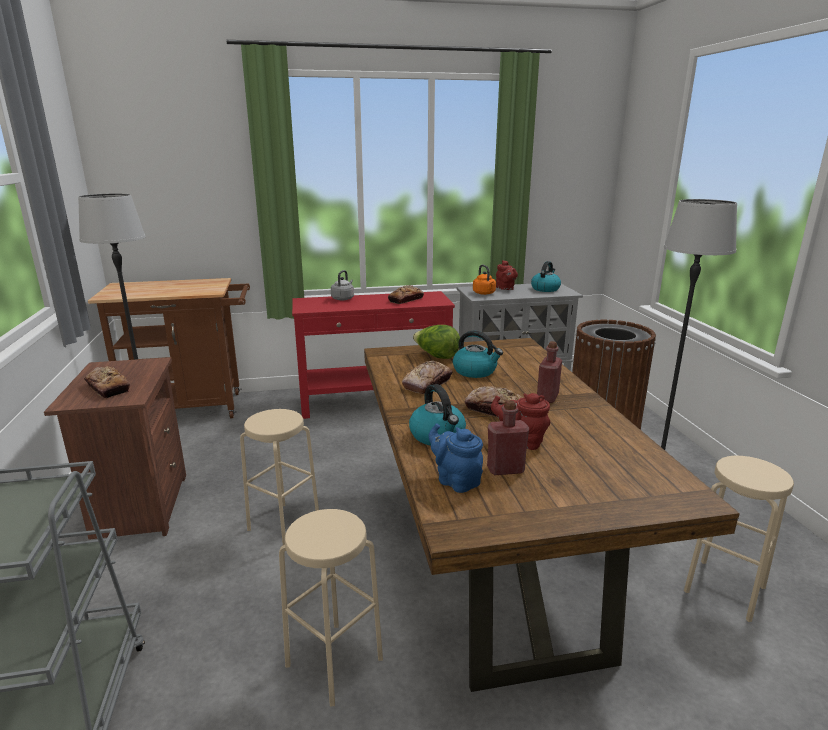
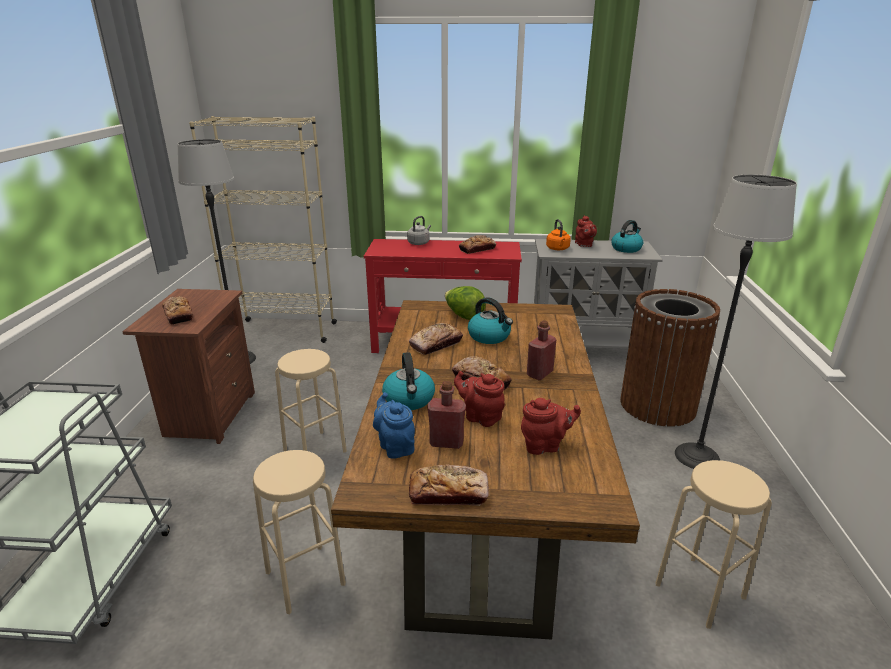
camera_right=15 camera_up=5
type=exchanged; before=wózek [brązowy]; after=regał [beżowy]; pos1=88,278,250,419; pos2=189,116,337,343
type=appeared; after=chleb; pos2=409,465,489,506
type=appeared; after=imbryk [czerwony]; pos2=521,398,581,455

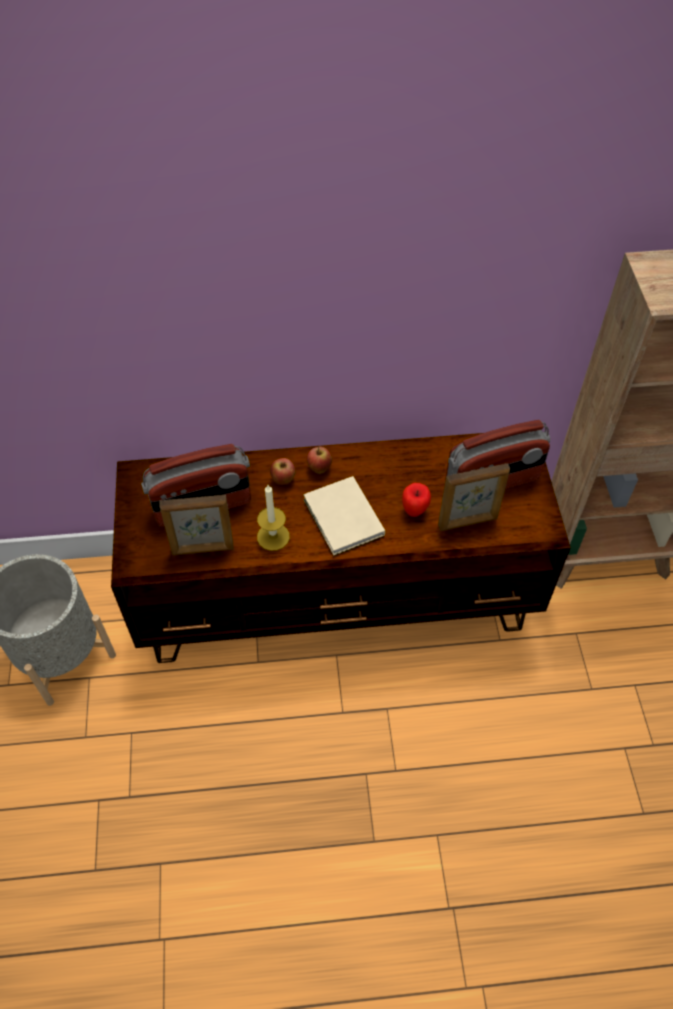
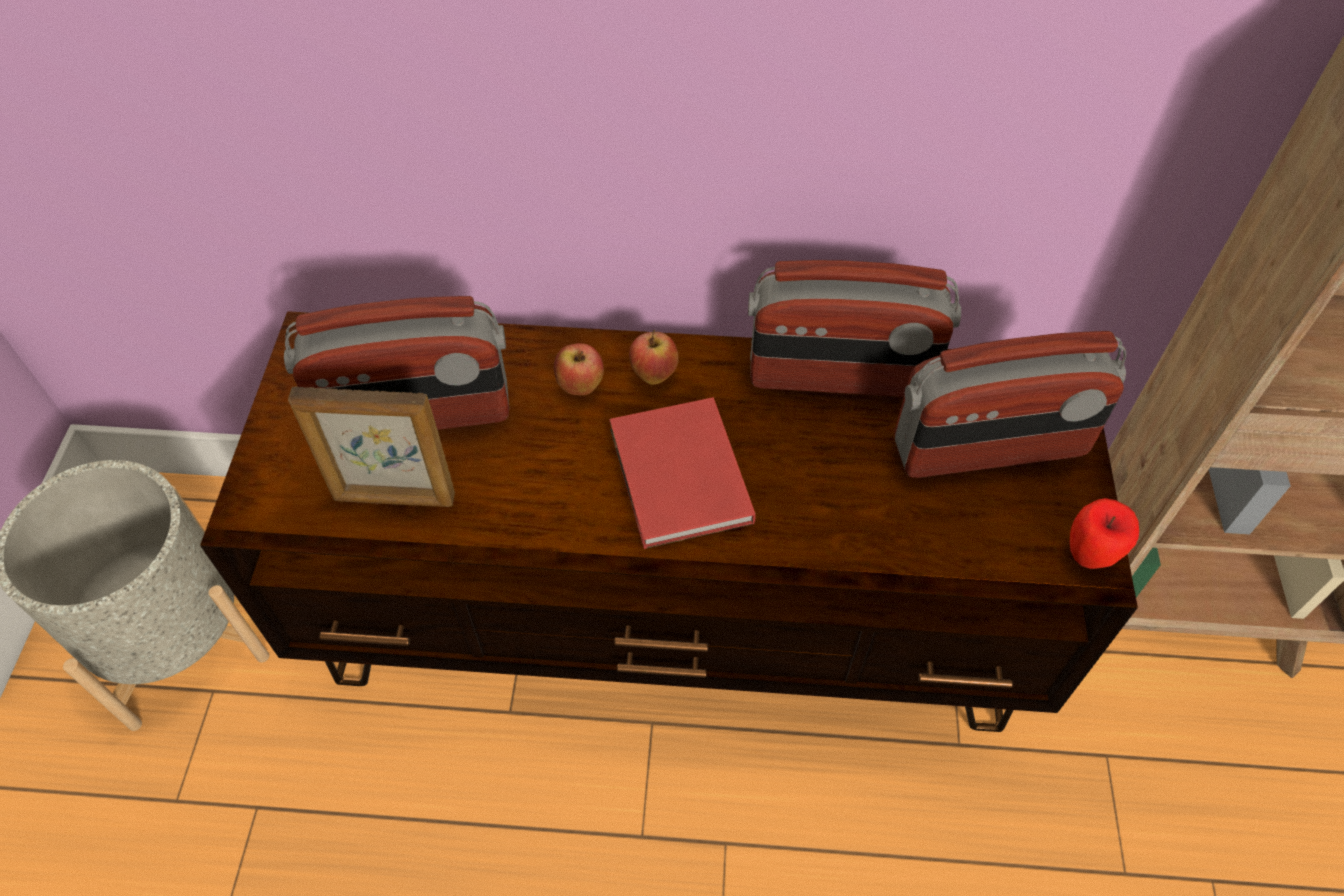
camera_right=10 camera_up=0
type=missing; before=świeca; pos1=257,485,290,551
type=colour; before=książka [beżowy]; after=książka [czerwony]; pos1=303,476,385,555; pos2=609,397,756,549
type=relocated; before=jabłko; pos1=402,483,431,517; pos2=1070,498,1139,569
type=missing; before=ramka na zdjęcie; pos1=438,463,510,531
type=appeared; after=radio; pos2=748,260,961,397

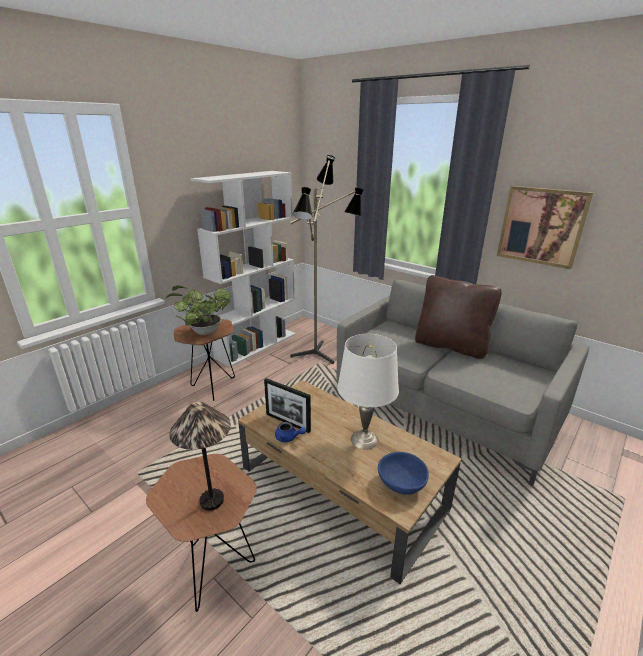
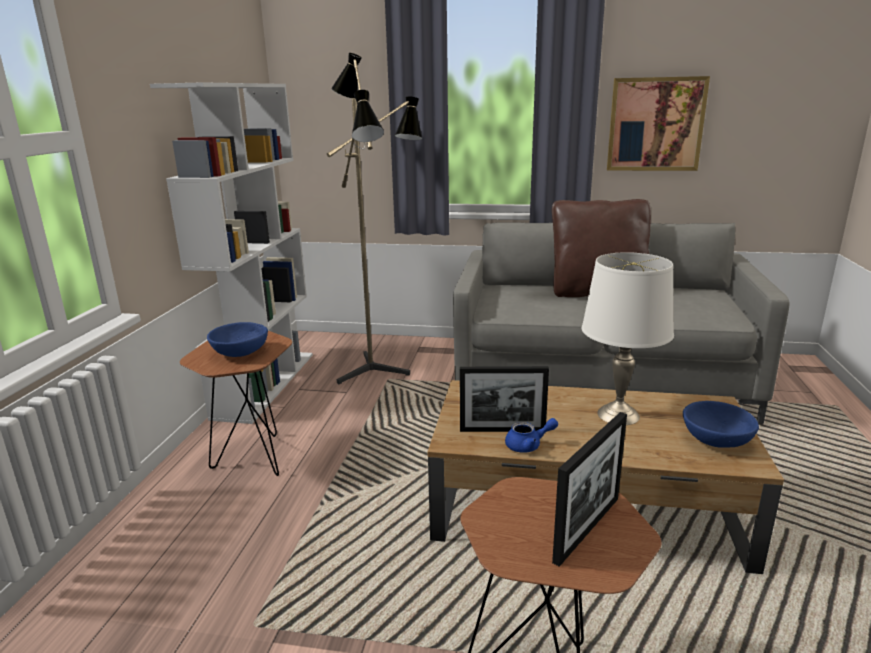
camera_right=-30 camera_up=-5
type=exchanged; before=roślina doniczkowa; after=miska [niebieski]; pos1=166,285,231,335; pos2=207,322,268,357
type=exchanged; before=lampa stołowa; after=ramka na zdjęcie; pos1=169,402,231,511; pos2=552,412,627,567

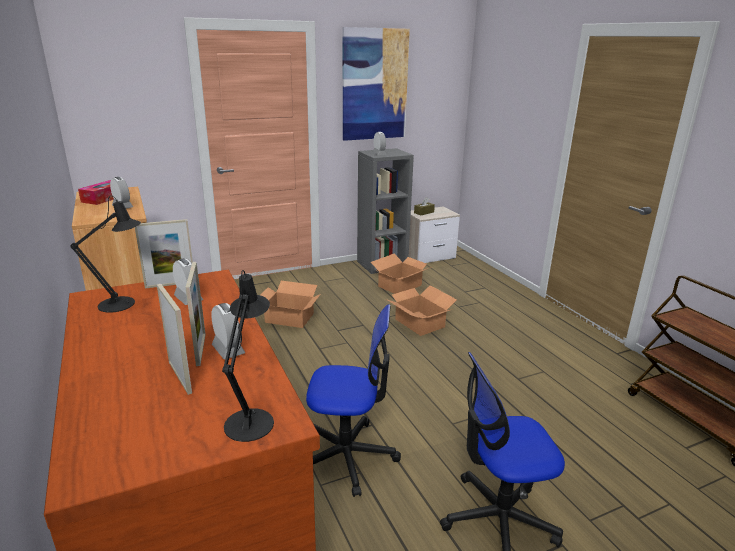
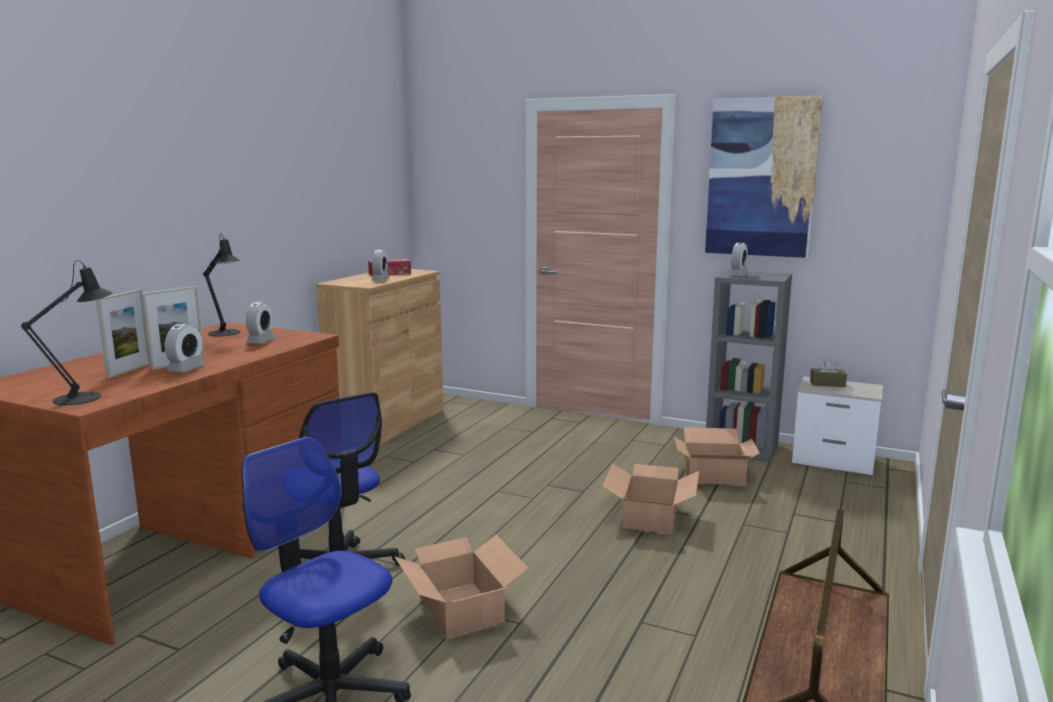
camera_right=50 camera_up=-10
type=missing; before=ramka na zdjęcie; pos1=135,219,193,288
type=relocated; before=karton; pos1=261,281,321,328; pos2=394,535,528,638

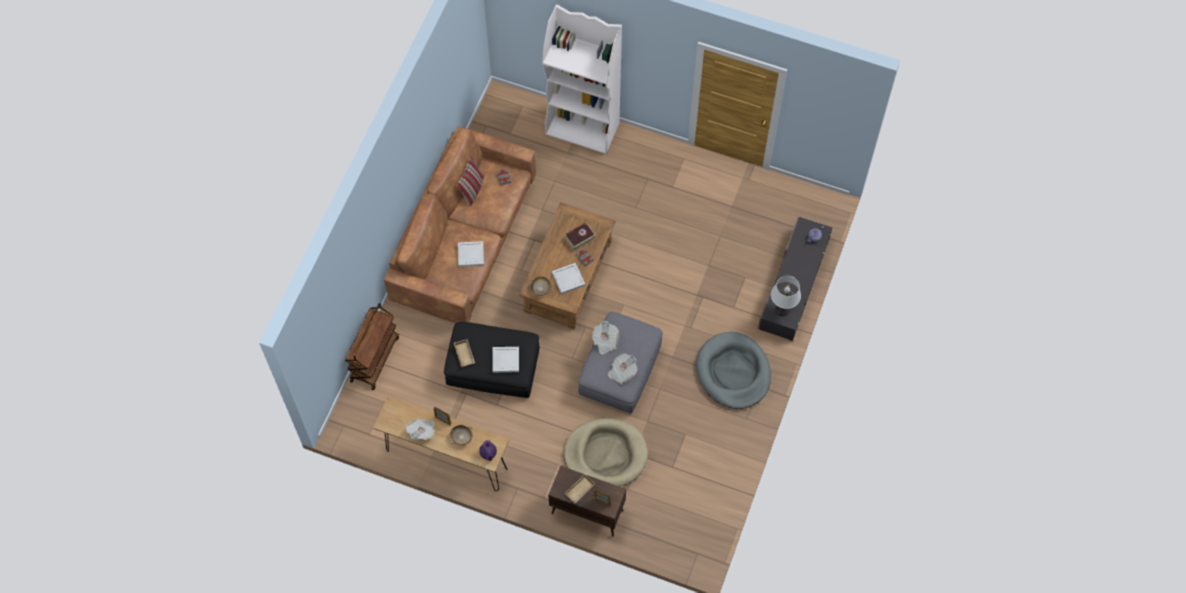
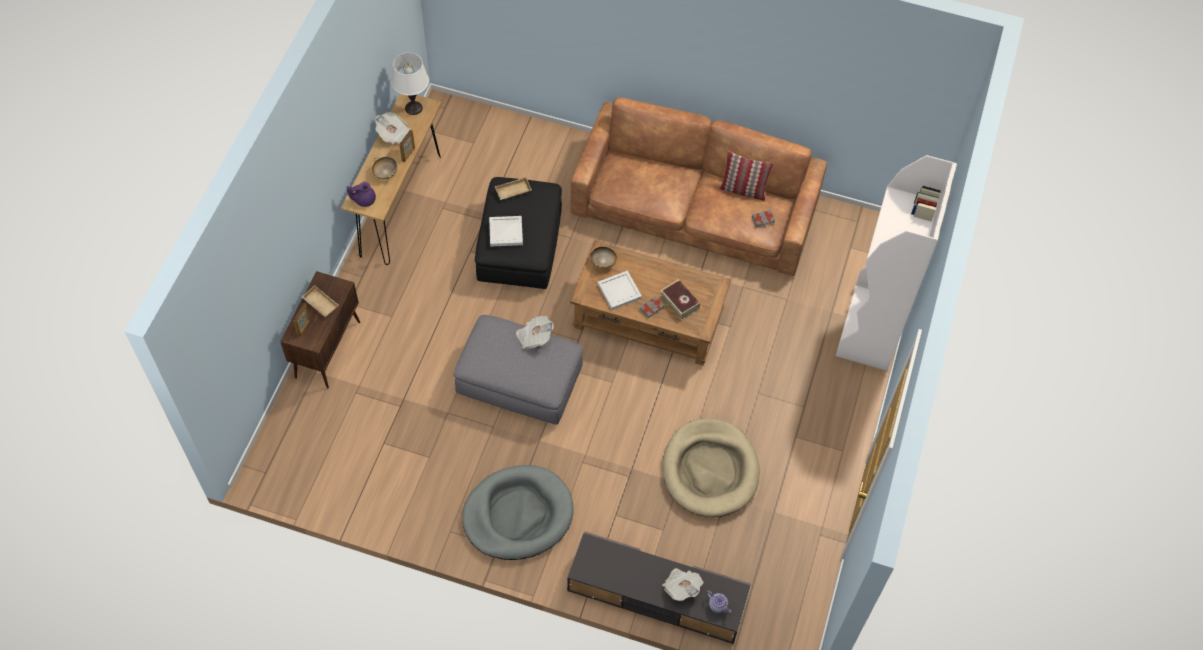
camera_right=85 camera_up=-5
type=missing; before=wózek [brązowy]; pos1=345,303,399,390
type=missing; before=taca [biały]; pos1=458,241,484,267
type=relocated; before=legowisko [beżowy]; pos1=564,418,648,487; pos2=663,418,760,517
type=relocated; before=gazeta; pos1=608,353,637,384; pos2=662,568,703,601
type=relocated; before=lampa stołowa [biały]; pos1=771,276,801,316; pos2=391,53,429,115

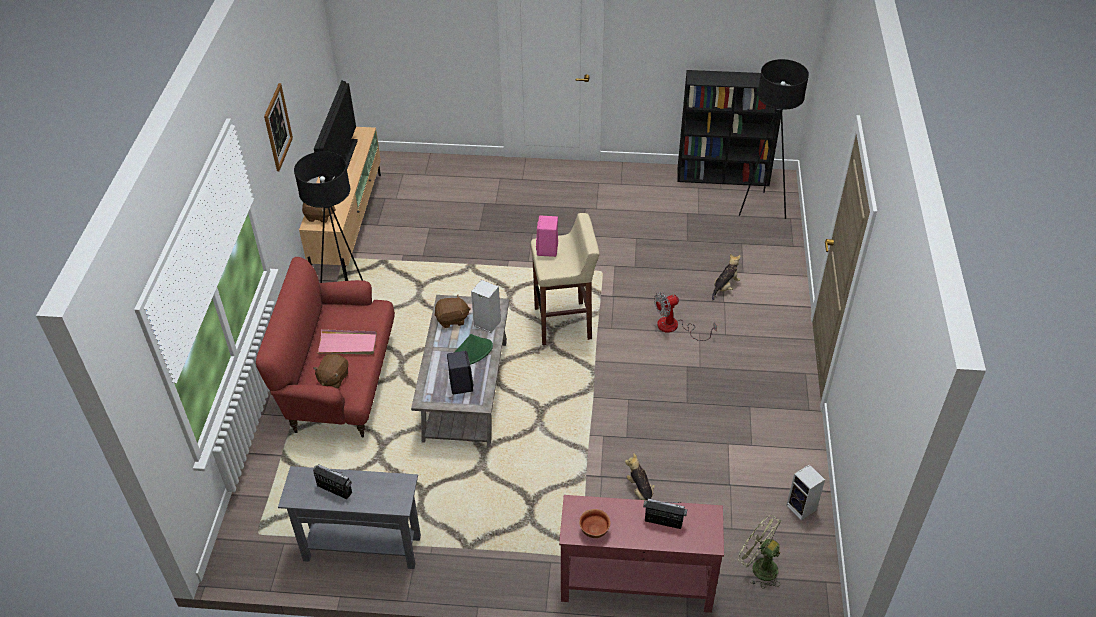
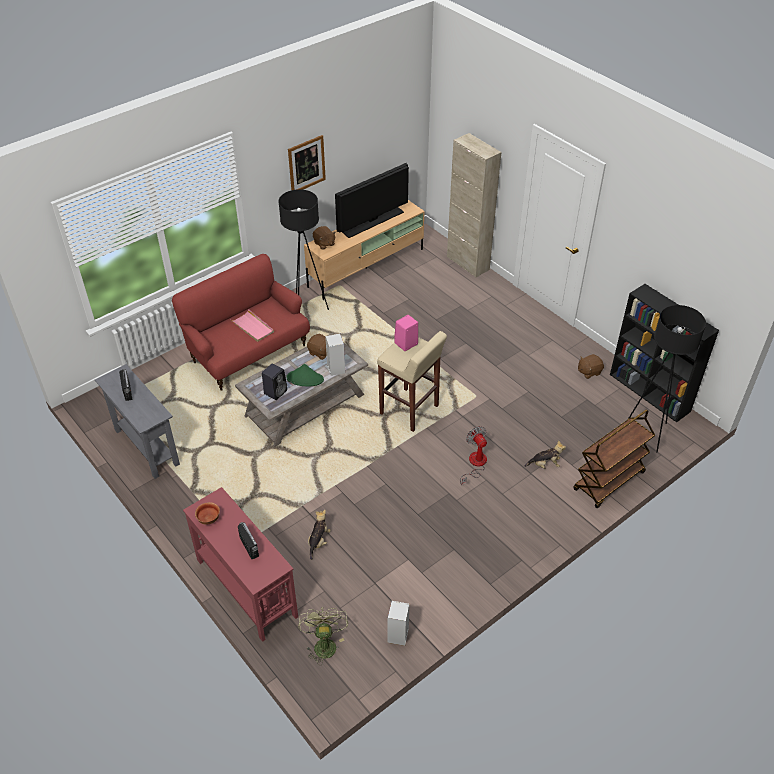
camera_right=45 camera_up=0
type=relocated; before=pluszak [brązowy]; pos1=313,354,348,388; pos2=578,354,604,379
type=spun; before=wentylator; pos1=654,292,717,341; pos2=460,426,487,485; turn=45
type=appeared; after=szafka [beżowy]; pos2=447,133,501,278
type=appeared; after=wózek [brązowy]; pos2=573,409,655,508

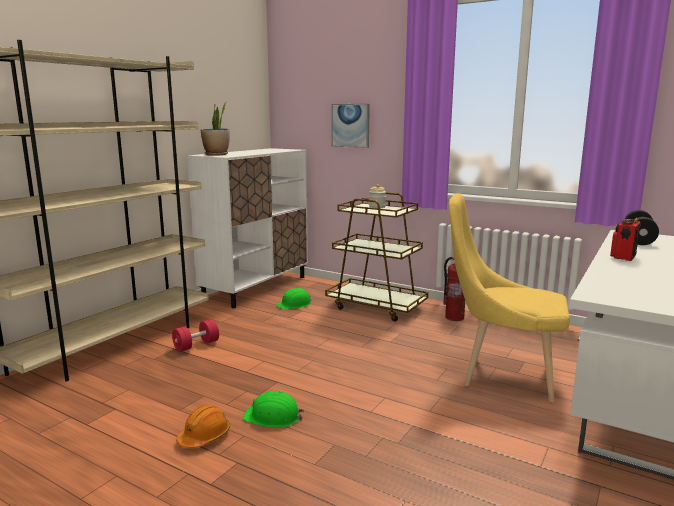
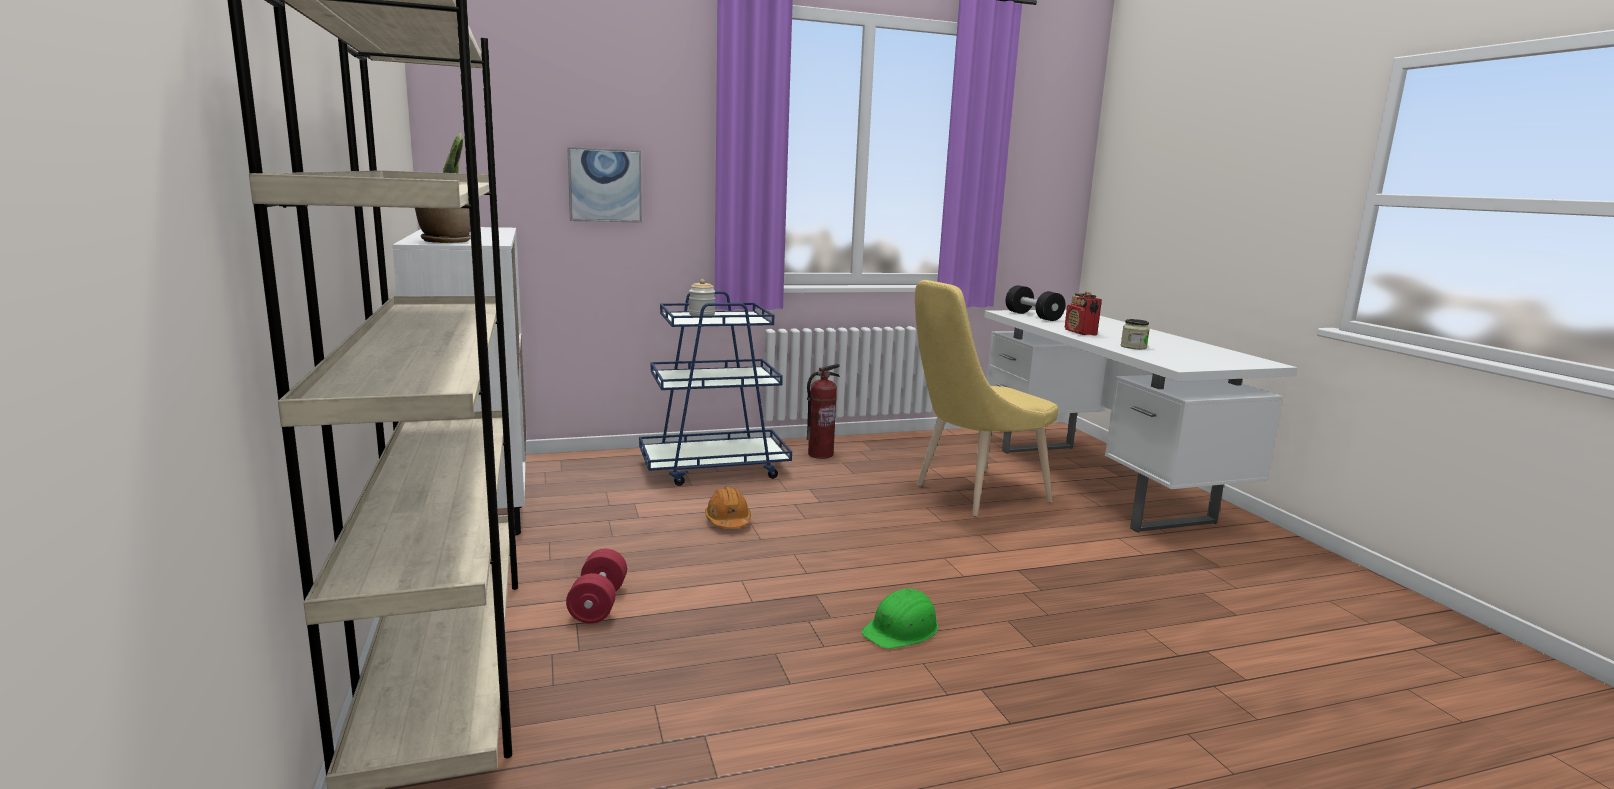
camera_right=-50 camera_up=0
type=relocated; before=kask [pomarańczowy]; pos1=177,405,230,448; pos2=705,487,751,529
type=missing; before=kask [zielony]; pos1=276,288,311,309
type=colour; before=wózek [brązowy]; after=wózek [niebieski]; pos1=325,192,428,322; pos2=639,291,792,486
type=appeared; after=słoik; pos2=1121,319,1150,349

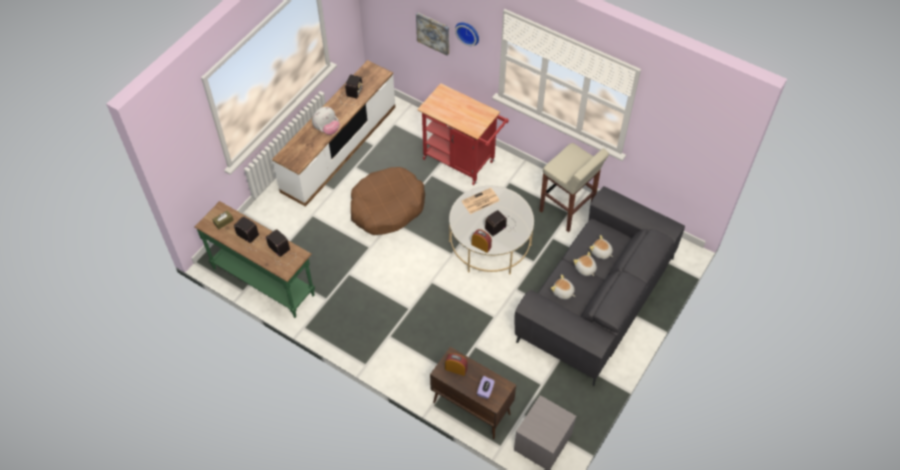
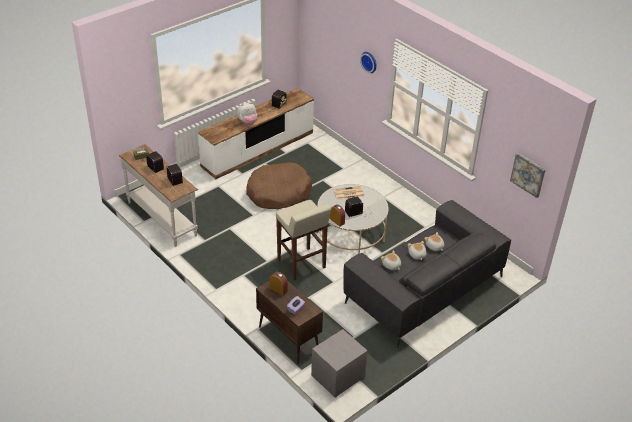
camera_right=15 camera_up=-15
type=colour; before=stolik konsolowy [zielony]; after=stolik konsolowy [biały]; pos1=195,201,315,318; pos2=119,144,198,247
type=relocated; before=obraz; pos1=416,13,449,56; pos2=510,153,546,198
type=missing; before=wózek [czerwony]; pos1=417,83,509,185
type=relocated; before=stołek [beżowy]; pos1=540,143,609,232; pos2=276,200,331,280

